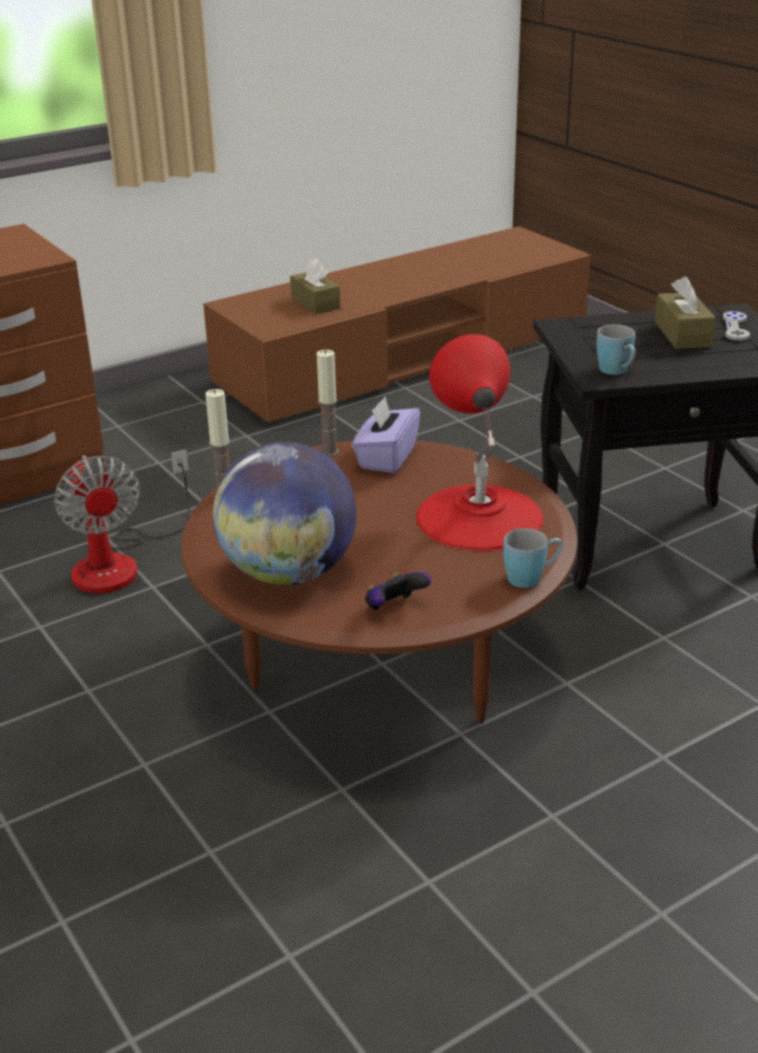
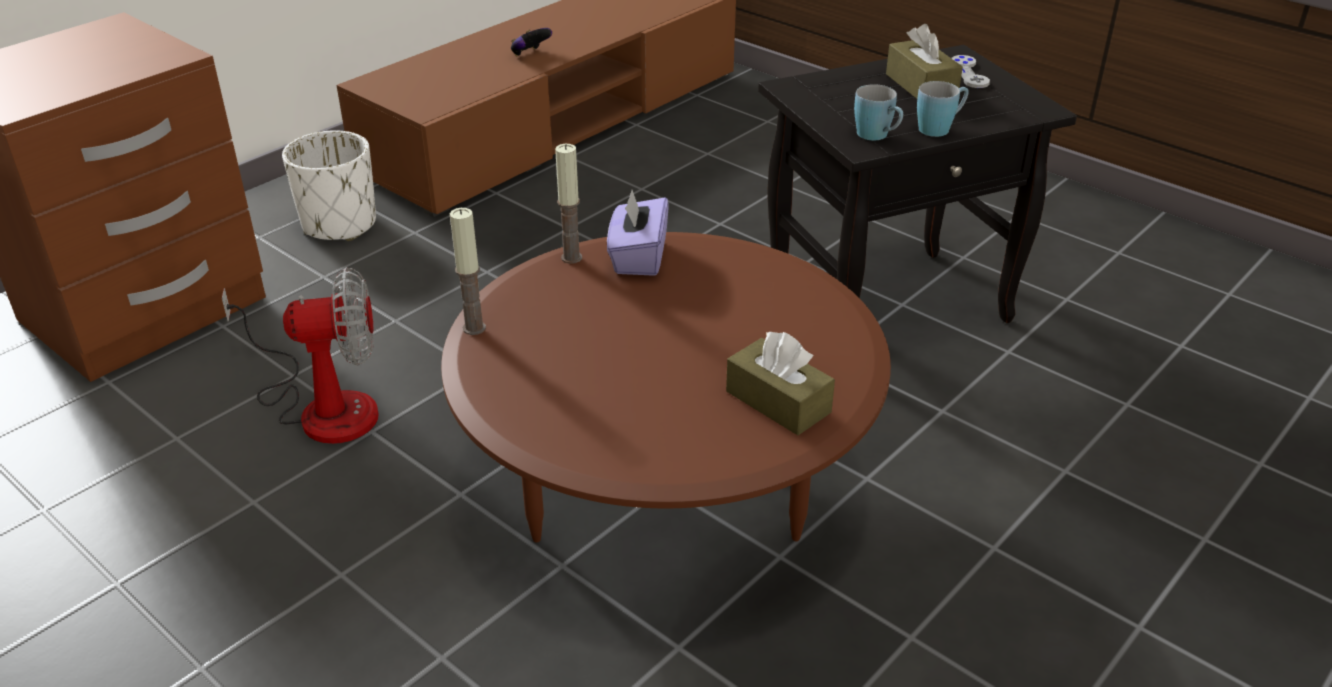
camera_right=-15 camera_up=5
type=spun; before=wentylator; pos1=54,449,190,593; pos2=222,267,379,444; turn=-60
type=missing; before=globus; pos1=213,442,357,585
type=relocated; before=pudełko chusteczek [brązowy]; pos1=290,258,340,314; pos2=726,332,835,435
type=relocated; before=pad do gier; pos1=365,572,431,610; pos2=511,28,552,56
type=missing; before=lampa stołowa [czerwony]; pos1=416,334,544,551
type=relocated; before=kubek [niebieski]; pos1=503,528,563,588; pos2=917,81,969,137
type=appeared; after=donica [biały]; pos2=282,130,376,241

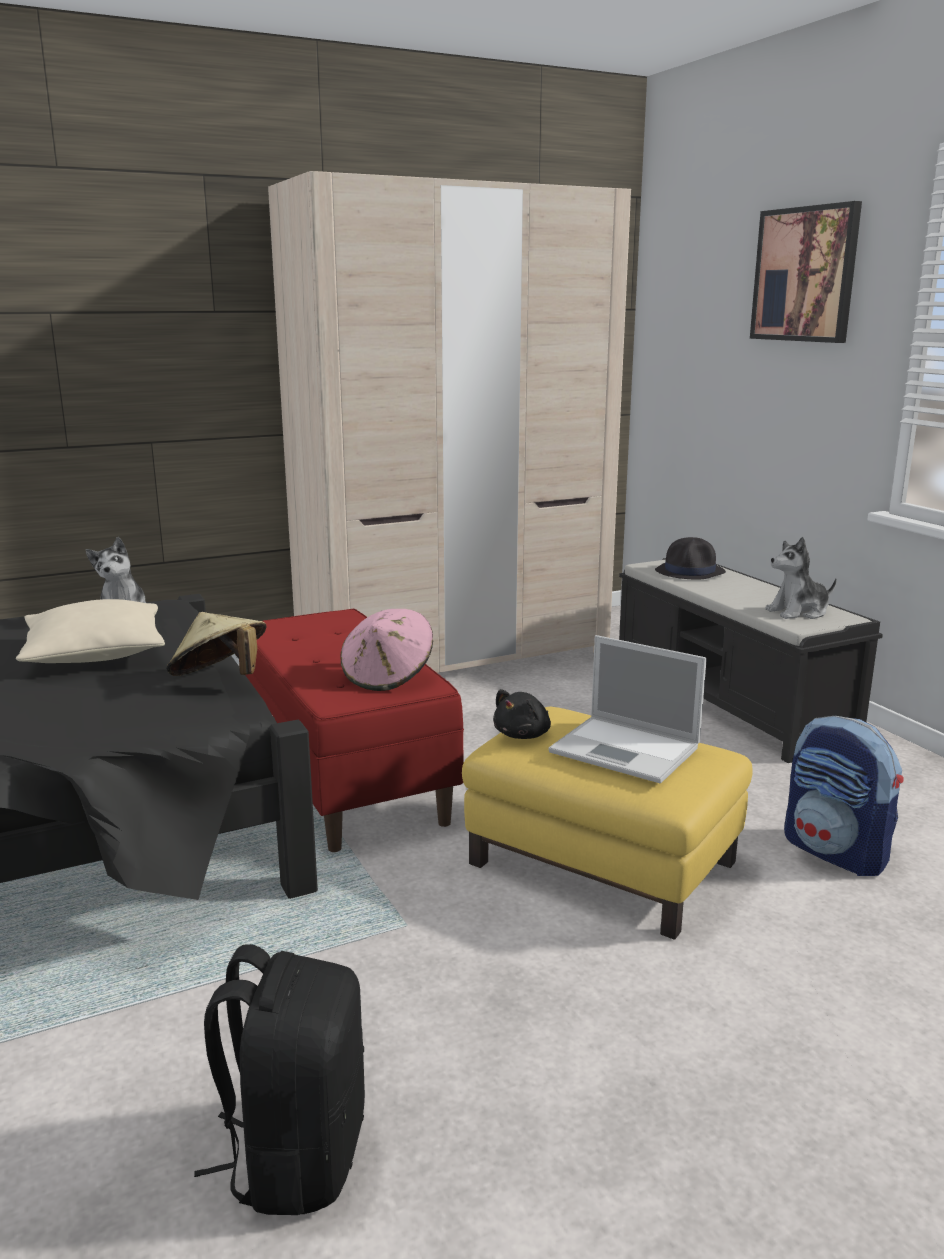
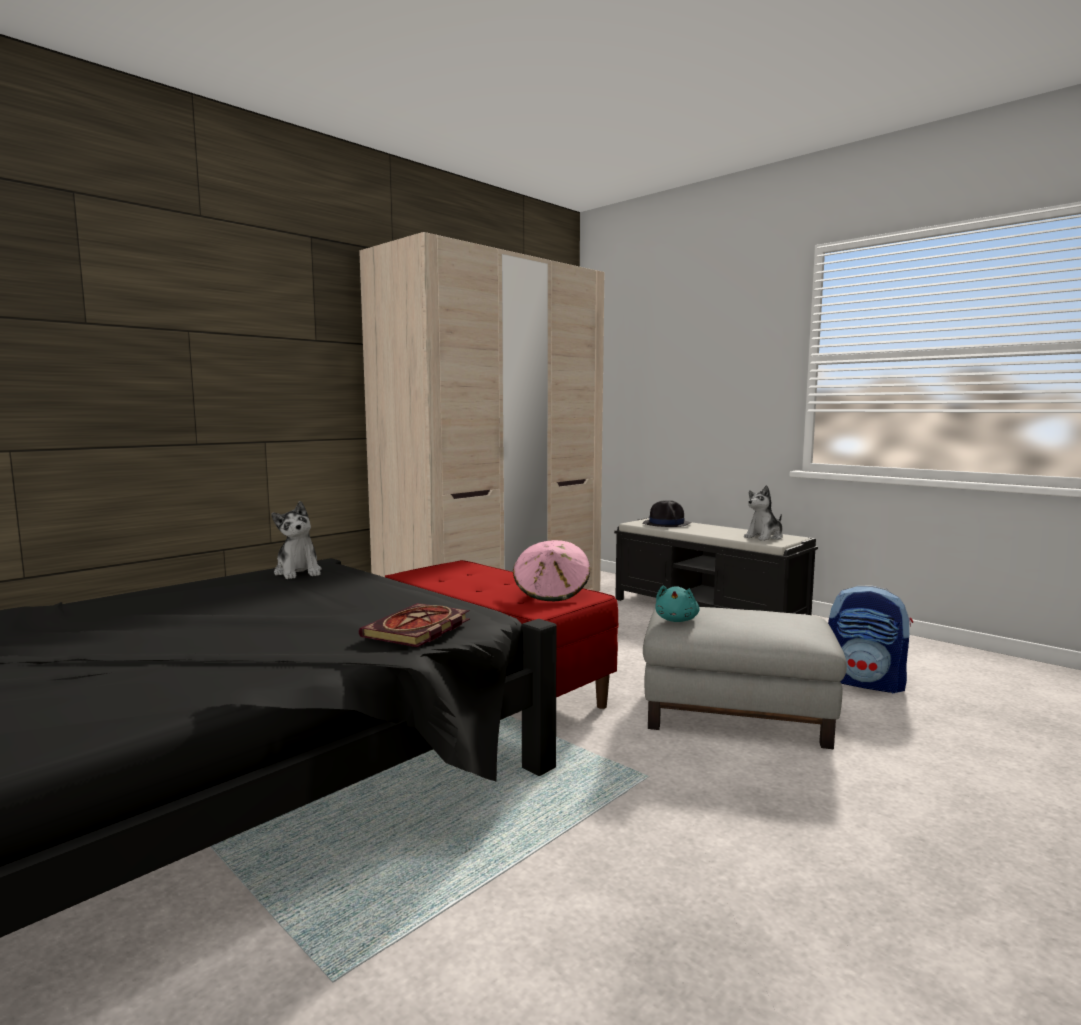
camera_right=-20 camera_up=-10
type=missing; before=poduszka [beżowy]; pos1=16,599,165,663
type=missing; before=kapelusz [beżowy]; pos1=166,612,267,676
type=missing; before=plecak [czarny]; pos1=194,944,365,1215
type=colour; before=pufa [żółty]; after=pufa [szary]; pos1=462,707,752,940; pos2=643,607,847,749
type=colour; before=pluszak [czarny]; after=pluszak [turkusowy]; pos1=493,689,551,739; pos2=655,585,700,622
type=missing; before=laptop; pos1=548,635,707,784
type=missing; before=obraz; pos1=750,201,862,343
type=appeared; after=książka; pos2=359,603,470,647

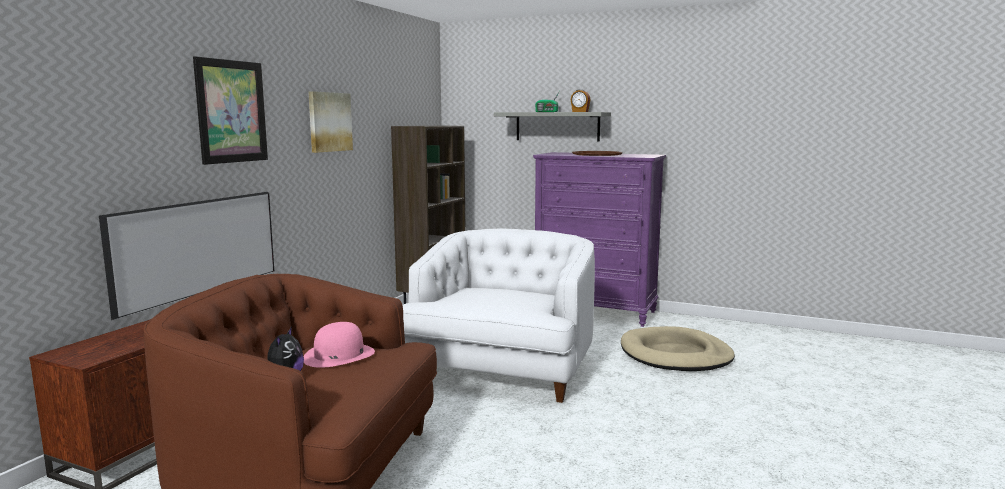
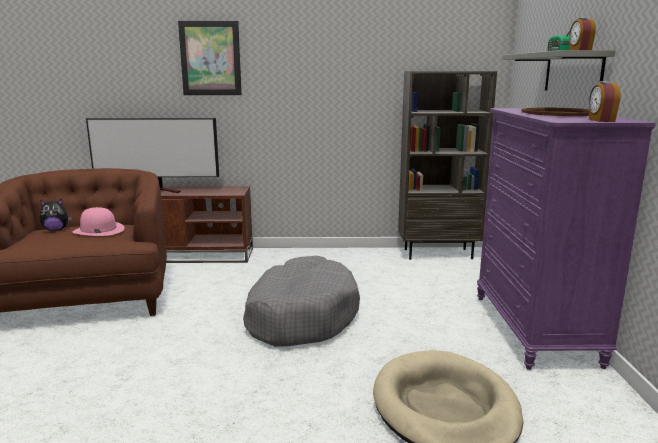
camera_right=65 camera_up=5
type=missing; before=obraz; pos1=308,91,353,153
type=exchanged; before=fotel [biały]; after=legowisko [szary]; pos1=403,229,595,403; pos2=243,256,360,347
type=appeared; after=budzik; pos2=589,81,621,122

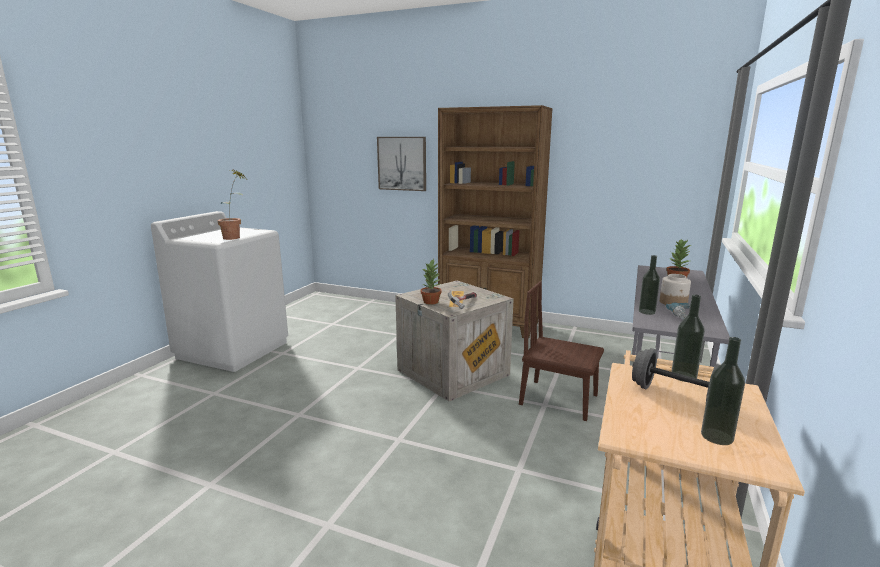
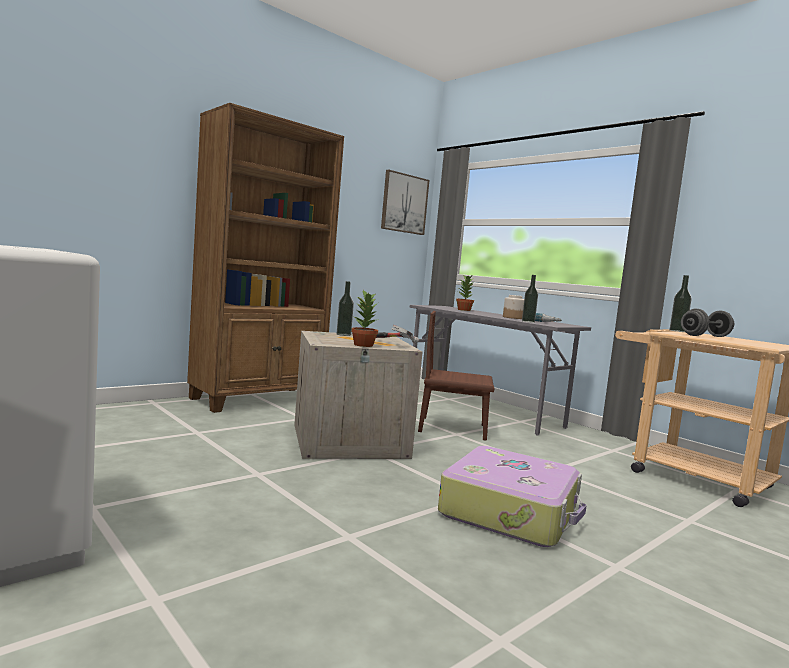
camera_right=-65 camera_up=-10
type=missing; before=roślina doniczkowa; pos1=218,170,245,240
type=relocated; before=obraz; pos1=377,137,426,191; pos2=381,170,429,235
type=spun; before=krzesło [brązowy]; pos1=519,281,604,421; pos2=418,311,494,441; turn=45
type=relocated; before=butelka; pos1=701,337,745,445; pos2=337,281,354,336
type=appeared; after=walizka; pos2=438,446,587,547

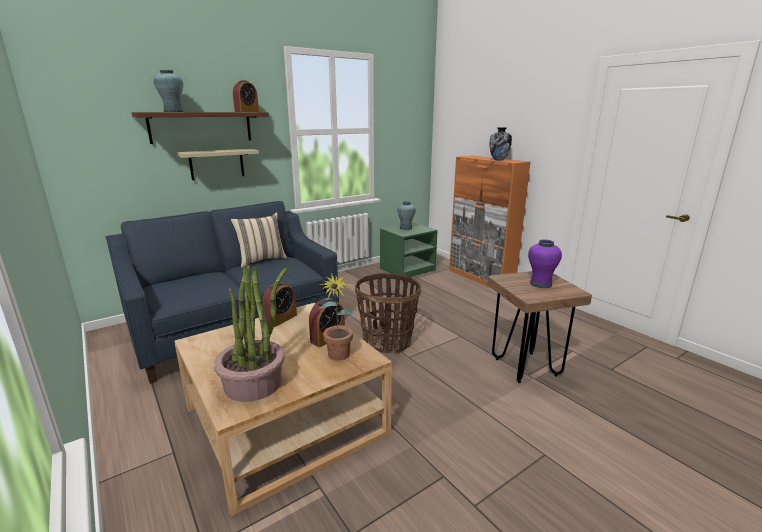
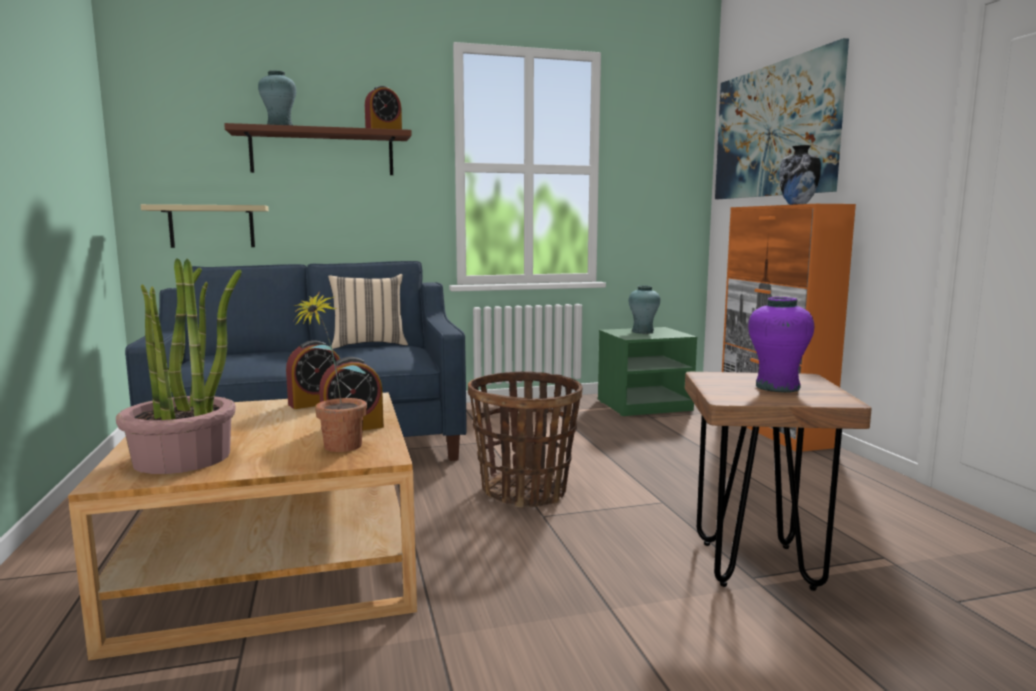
camera_right=20 camera_up=-10
type=relocated; before=półka [beżowy]; pos1=176,149,259,180; pos2=141,204,269,248
type=appeared; after=obraz; pos2=715,38,849,199

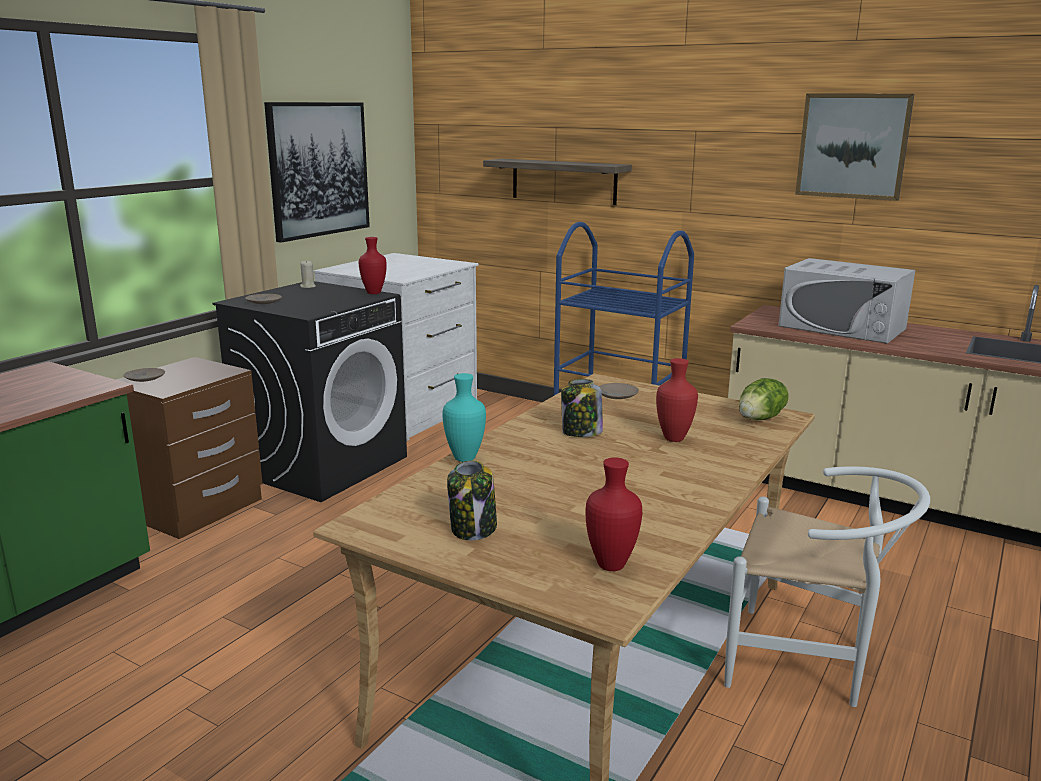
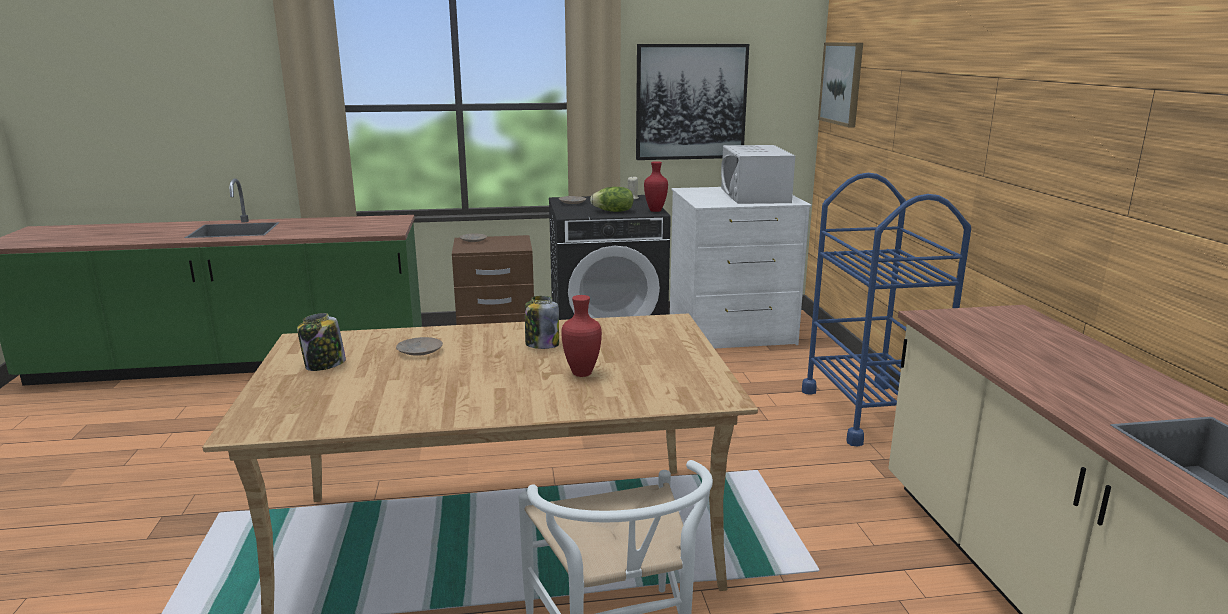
camera_right=50 camera_up=0
type=missing; before=wazon [turkusowy]; pos1=442,373,486,462
type=missing; before=półka; pos1=483,159,632,205
type=missing; before=wazon [czerwony]; pos1=585,457,642,571
type=relocated; before=talerz [beżowy]; pos1=599,383,639,399; pos2=396,337,443,356
type=relocated; before=sałata; pos1=739,378,789,420; pos2=590,187,634,212
type=relocated; before=mikrofalówka [biały]; pos1=779,258,915,344; pos2=721,145,795,204
type=relocated; before=obraz; pos1=795,93,914,201; pos2=818,42,863,127

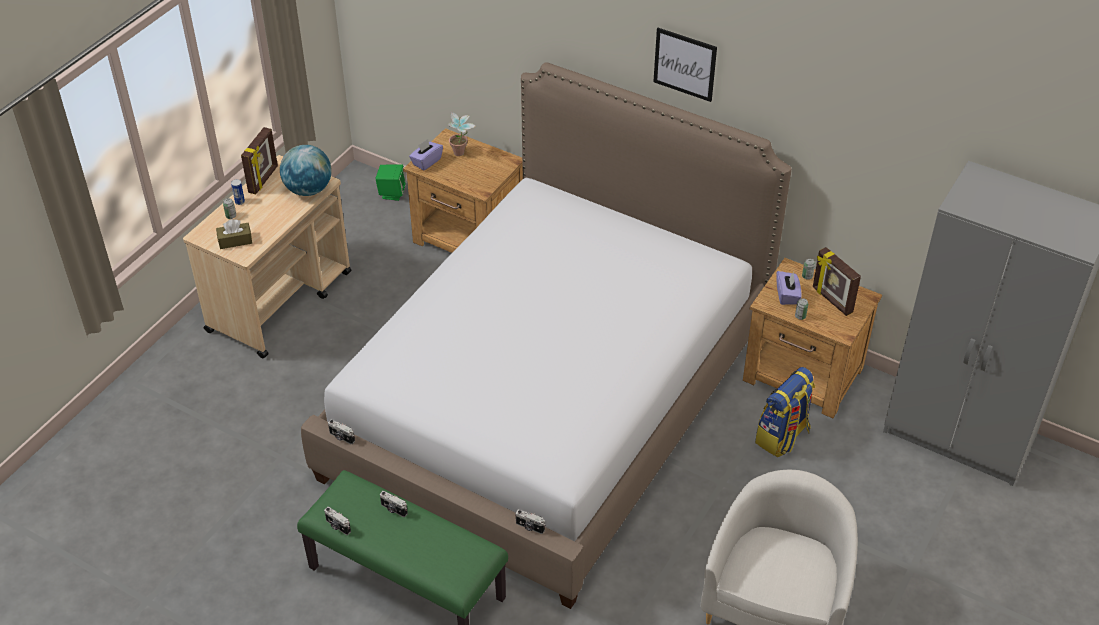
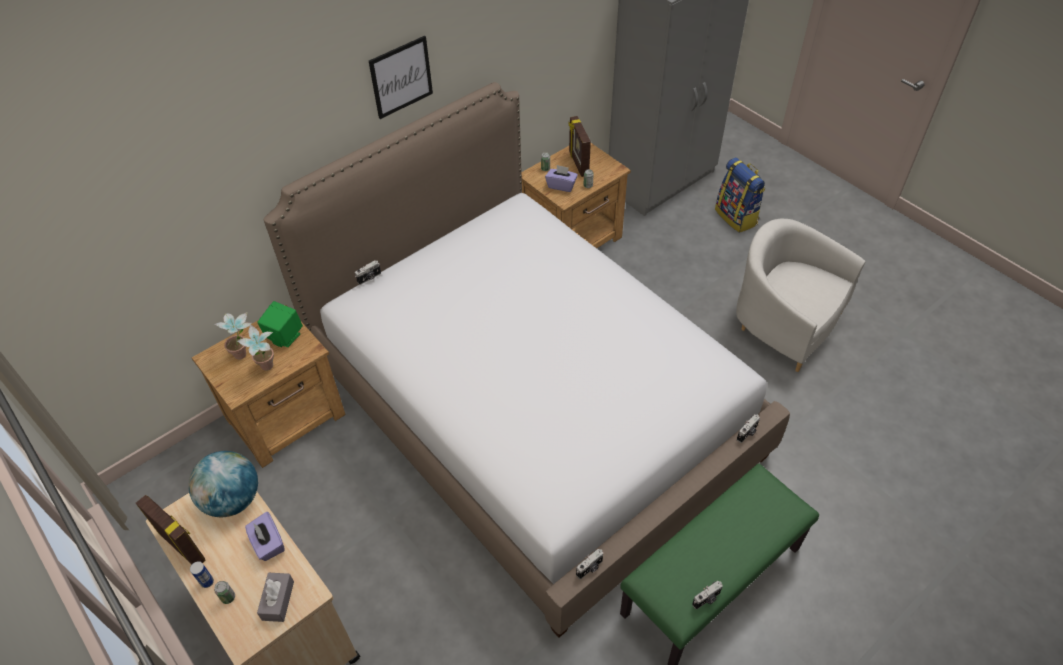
camera_right=-70 camera_up=5
type=colour; before=pudełko chusteczek [brązowy]; after=pudełko chusteczek [szary]; pos1=216,219,252,249; pos2=257,573,294,622
type=relocated; before=głośnik [zielony]; pos1=375,164,407,201; pos2=257,301,303,347
type=relocated; before=aparat fotograficzny; pos1=380,491,408,517; pos2=355,260,381,285
type=relocated; before=pudełko chusteczek [fioletowy]; pos1=409,139,443,170; pos2=245,512,285,561
type=relocated; before=plecak; pos1=755,367,815,457; pos2=715,157,766,233
type=spun; before=ramka na zdjęcie; pos1=813,247,861,316; pos2=568,116,591,177; turn=90
type=appeared; after=roślina doniczkowa; pos2=237,325,274,371

